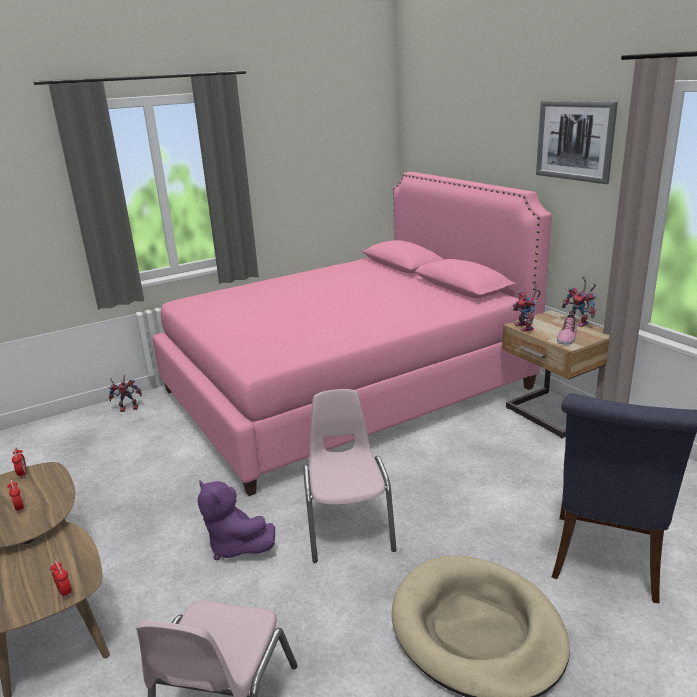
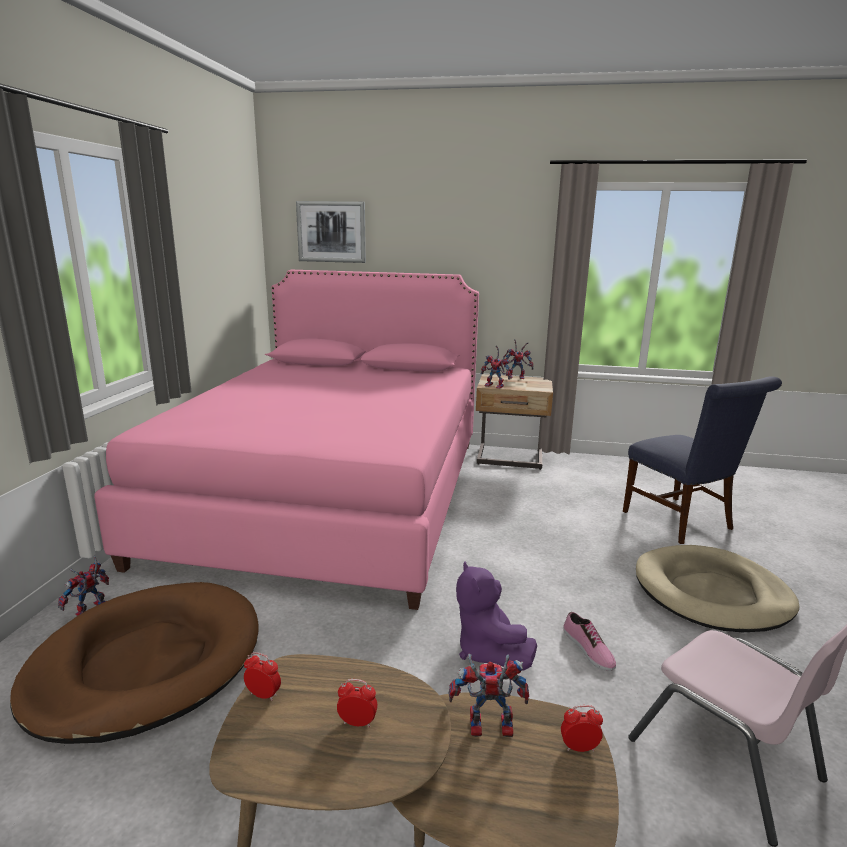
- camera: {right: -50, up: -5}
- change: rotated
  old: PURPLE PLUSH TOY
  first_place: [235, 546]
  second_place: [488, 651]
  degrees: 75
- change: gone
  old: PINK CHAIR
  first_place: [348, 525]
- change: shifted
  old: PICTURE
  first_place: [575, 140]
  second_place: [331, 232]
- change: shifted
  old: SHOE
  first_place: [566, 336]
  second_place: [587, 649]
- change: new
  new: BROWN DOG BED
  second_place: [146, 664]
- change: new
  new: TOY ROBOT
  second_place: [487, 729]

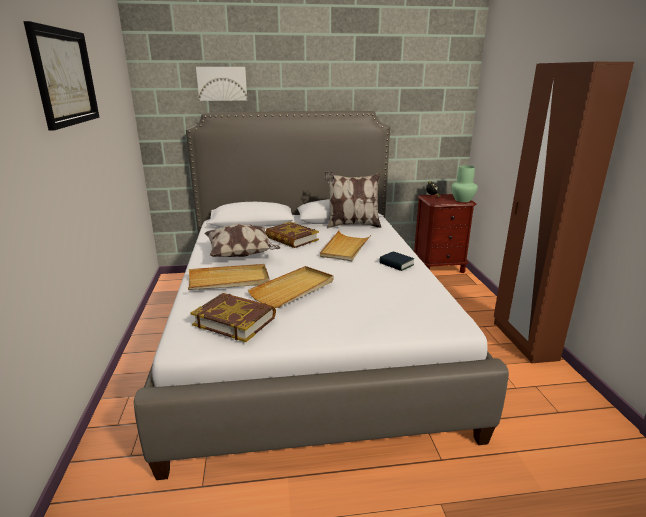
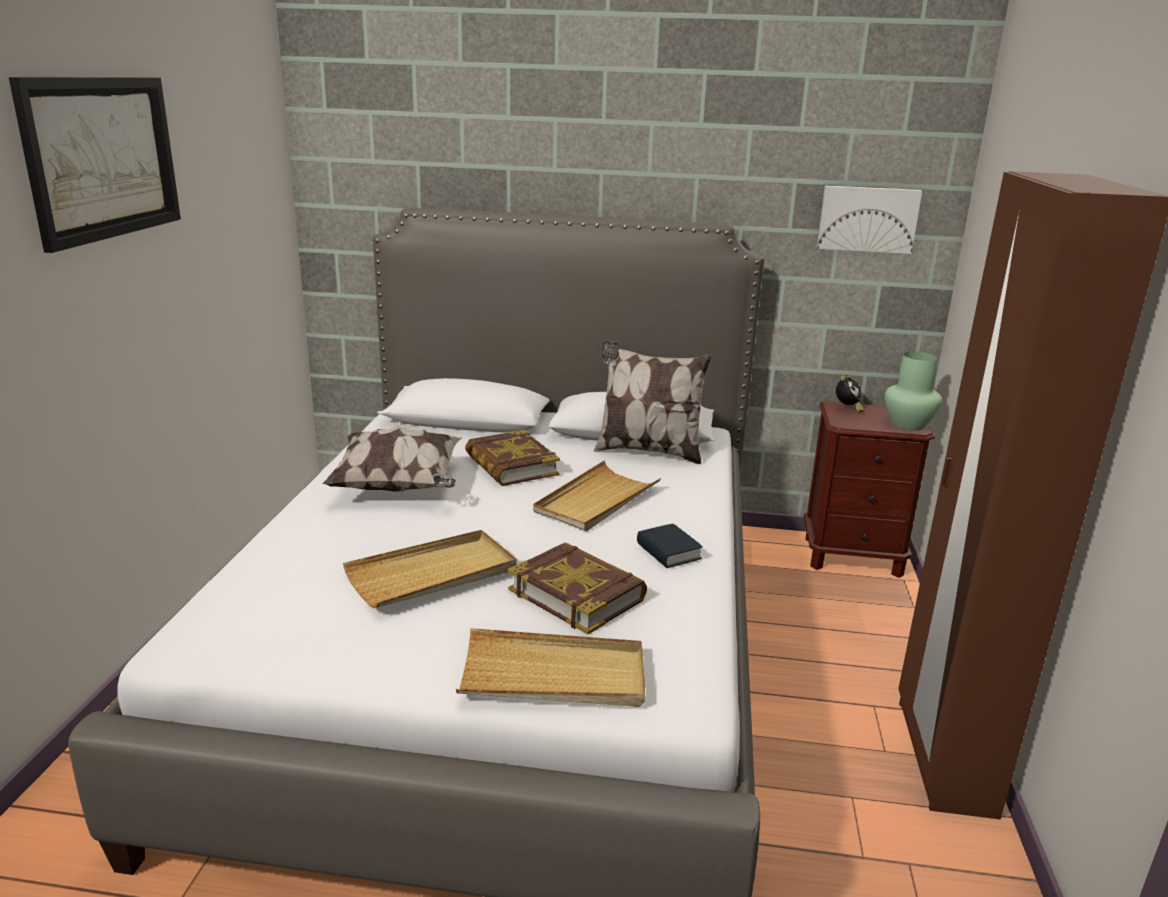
- camera: {right: 15, up: 0}
- change: shifted
  old: BEIGE TRAY
  first_place: [229, 280]
  second_place: [553, 675]
- change: shifted
  old: BOOK
  first_place: [235, 321]
  second_place: [577, 594]
- change: shifted
  old: PICTURE
  first_place: [222, 83]
  second_place: [867, 219]

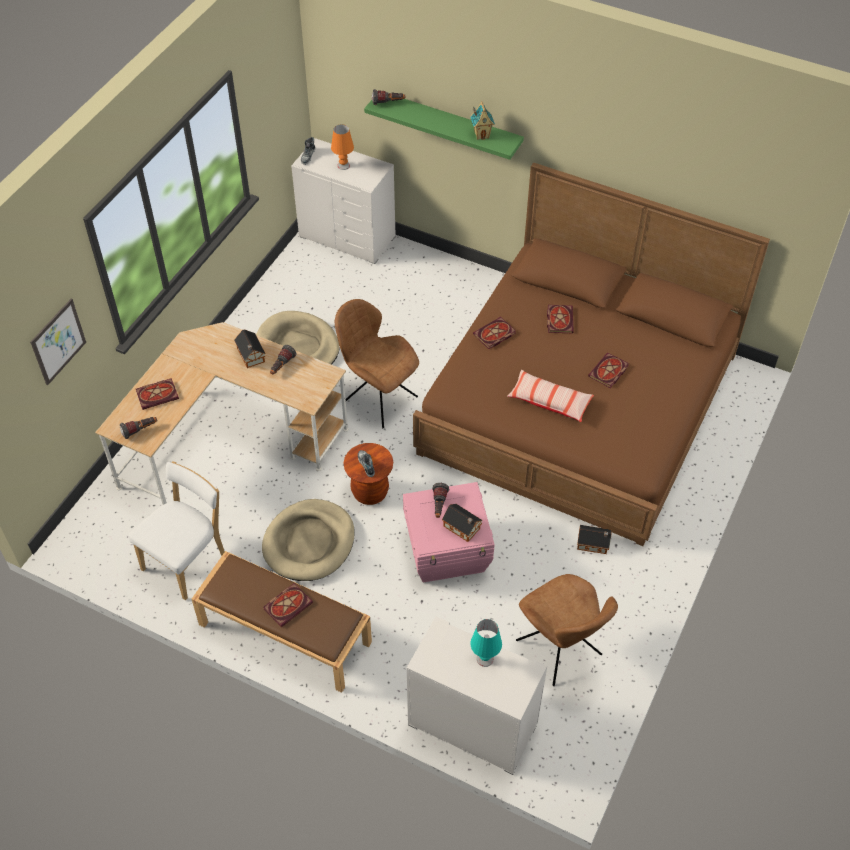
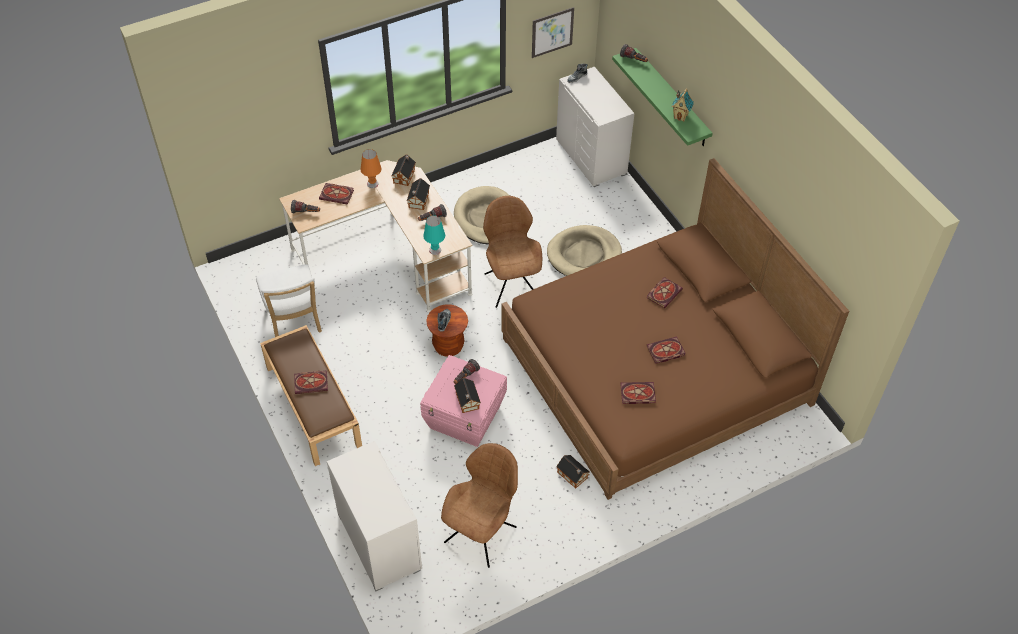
- camera: {right: 35, up: 0}
- change: shifted
  old: PICTURE
  first_place: [58, 341]
  second_place: [552, 32]
- change: rotated
  old: WHITE CHAIR
  first_place: [187, 560]
  second_place: [294, 322]
  degrees: 90
- change: shifted
  old: BEIGE DOG BED
  first_place: [309, 543]
  second_place: [584, 255]
- change: shifted
  old: ORANGE TABLE LAMP
  first_place: [343, 165]
  second_place: [372, 184]
- change: shifted
  old: TURQUOISE TABLE LAMP
  first_place: [485, 658]
  second_place: [435, 250]
- change: shifted
  old: BOOK
  first_place: [494, 335]
  second_place: [637, 394]
- change: gone
  old: PILLOW
  first_place: [549, 401]
- change: rotated
  old: BROWN CHAIR
  first_place: [560, 650]
  second_place: [482, 532]
  degrees: -150
- change: new
  new: TOY HOUSE
  second_place: [404, 175]

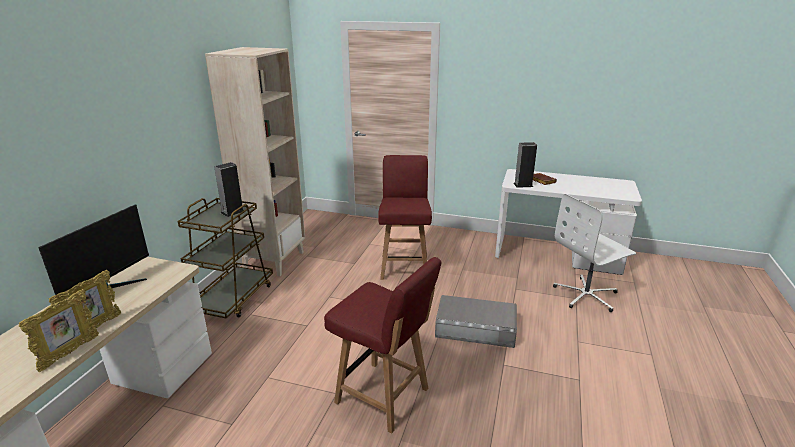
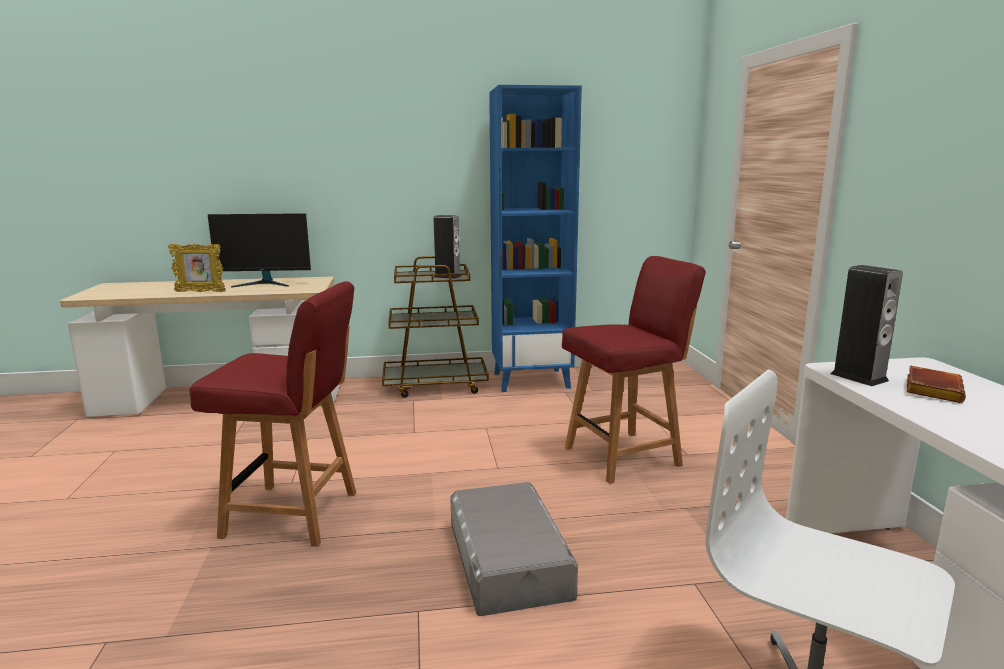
- camera: {right: 65, up: -10}
- change: gone
  old: PICTURE FRAME
  first_place: [69, 353]
- change: repainted
  old: BEIGE BOOKCASE
  new: BLUE BOOKCASE
  first_place: [274, 260]
  second_place: [531, 380]
- change: rotated
  old: RED CHAIR
  first_place: [384, 396]
  second_place: [294, 514]
  degrees: -90

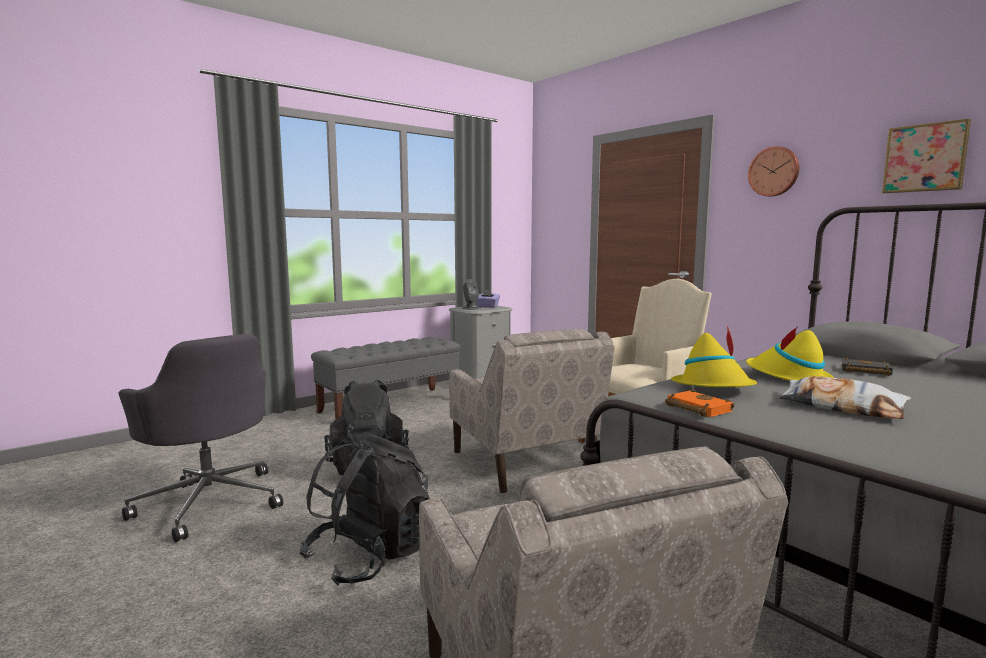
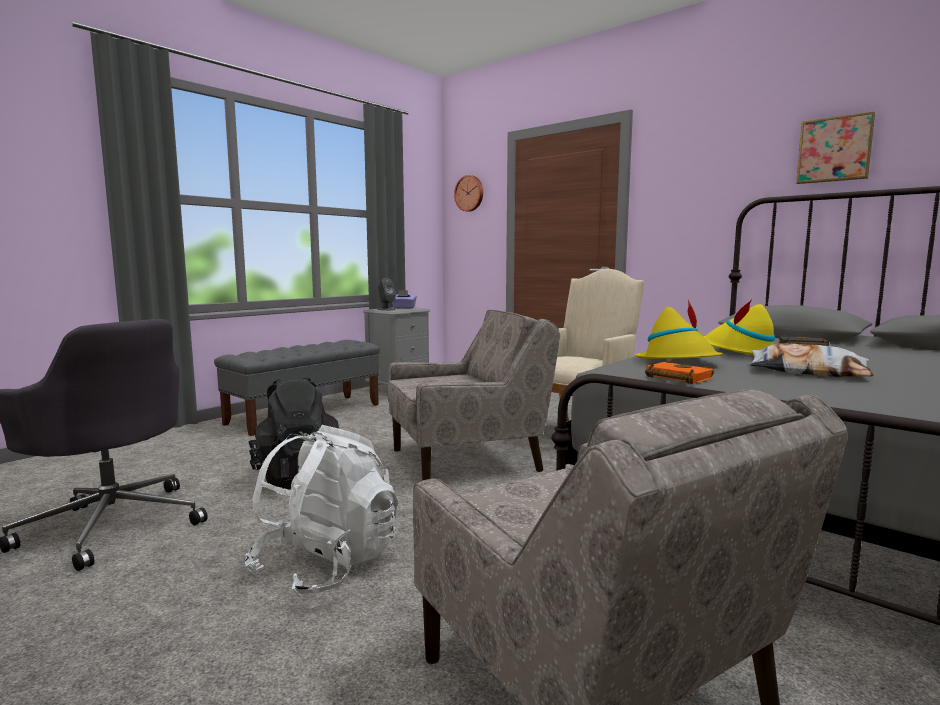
- camera: {right: -10, up: 0}
- change: repainted
  old: BLACK BACKPACK
  new: WHITE BACKPACK
  first_place: [370, 557]
  second_place: [327, 565]
- change: rotated
  old: BEIGE ARMCHAIR
  first_place: [524, 462]
  second_place: [467, 460]
  degrees: -75
- change: shifted
  old: WALL CLOCK
  first_place: [774, 171]
  second_place: [469, 193]

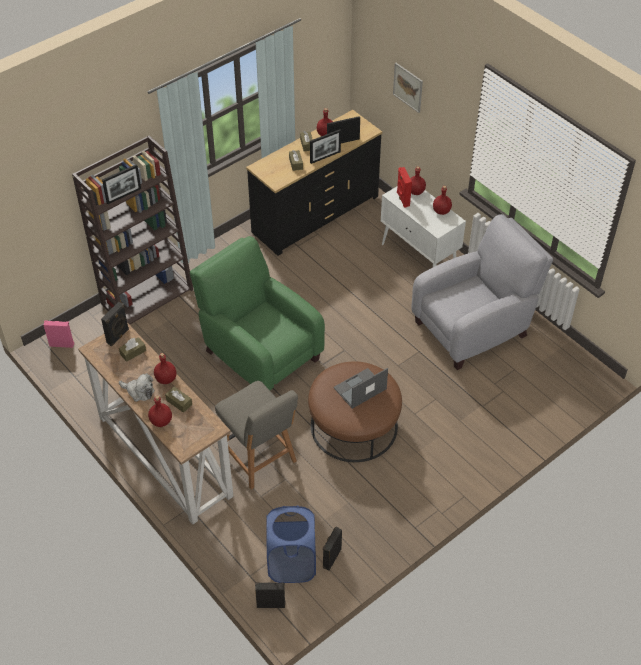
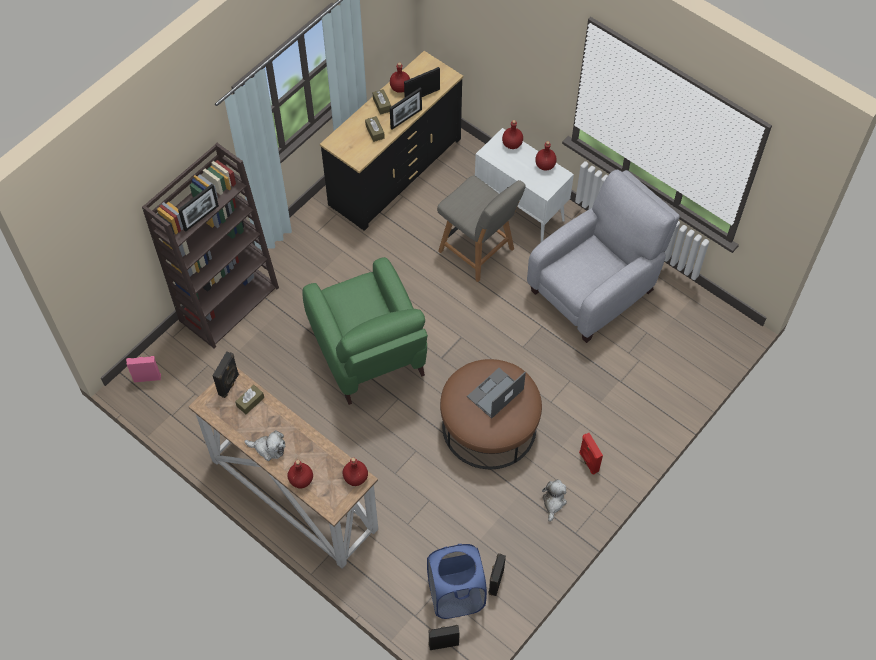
- camera: {right: -10, up: 10}
- change: shifted
  old: RED BOTTLE
  first_place: [166, 378]
  second_place: [355, 477]
- change: gone
  old: BROWN TISSUE BOX
  first_place: [179, 402]
- change: rotated
  old: GREEN ARMCHAIR
  first_place: [259, 353]
  second_place: [369, 354]
  degrees: -150
- change: shifted
  old: GREY CHAIR
  first_place: [260, 459]
  second_place: [478, 251]
- change: gone
  old: PICTURE
  first_place: [408, 87]
- change: shifted
  old: RED SPEAKER
  first_place: [402, 199]
  second_place: [588, 462]
- change: new
  new: PLUSH TOY
  second_place: [553, 502]

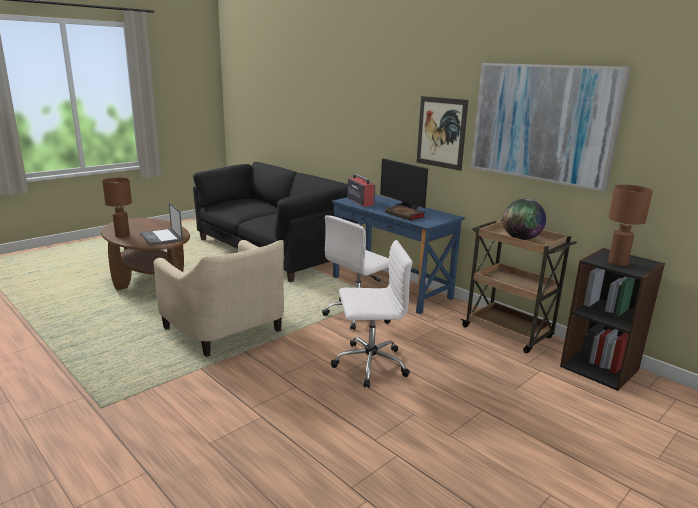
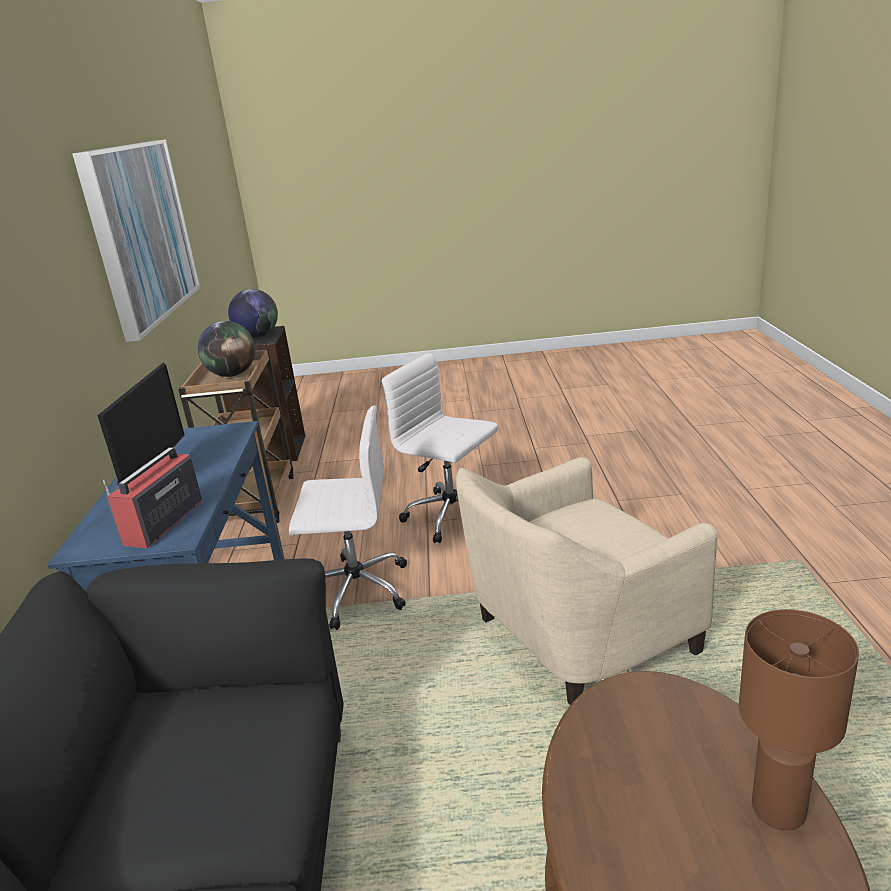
- camera: {right: -135, up: 5}
- change: gone
  old: LAPTOP
  first_place: [161, 237]
- change: rotated
  old: BEIGE ARMCHAIR
  first_place: [227, 330]
  second_place: [577, 634]
  degrees: -120
- change: gone
  old: BOOK
  first_place: [405, 215]
- change: gone
  old: PICTURE
  first_place: [441, 132]
- change: swapped
  old: BROWN TABLE LAMP
  new: GLOBE
  first_place: [617, 263]
  second_place: [257, 336]

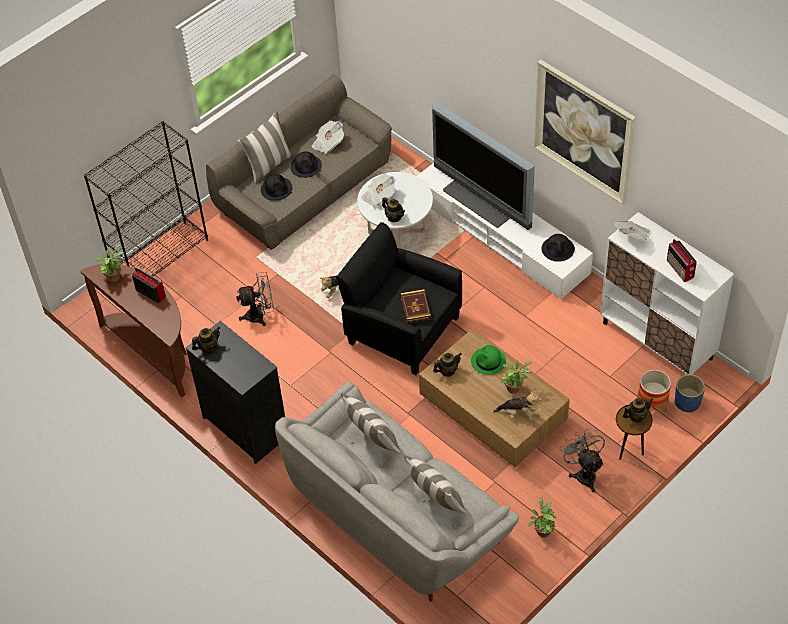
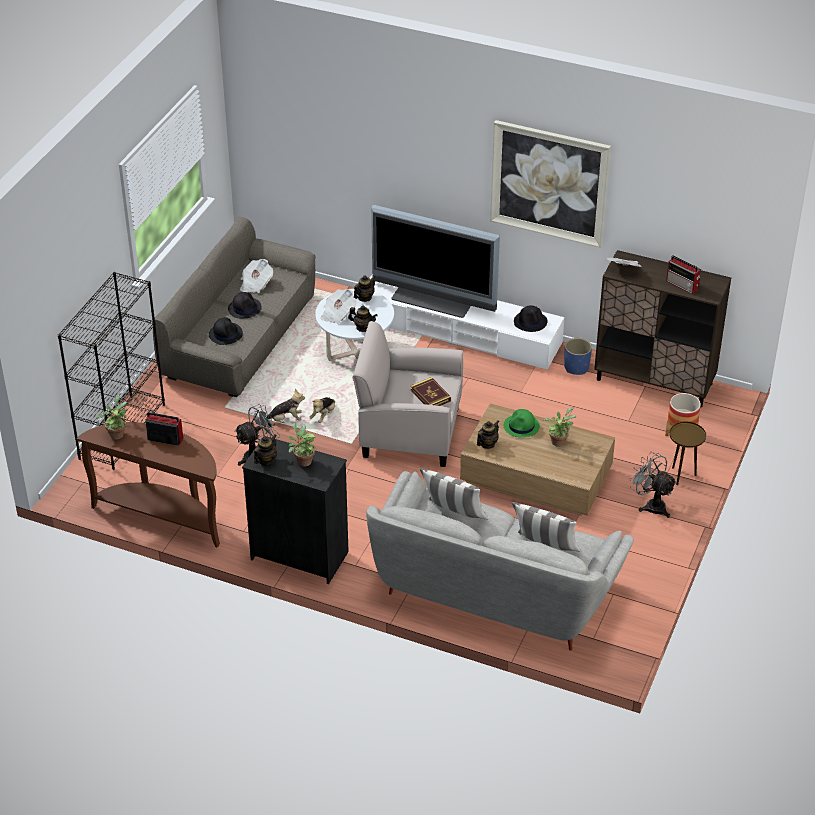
- camera: {right: -25, up: -10}
- change: gone
  old: PILLOW
  first_place: [268, 165]
- change: repainted
  old: BLACK ARMCHAIR
  new: BEIGE ARMCHAIR
  first_place: [402, 329]
  second_place: [409, 432]
- change: shifted
  old: PLUSH TOY
  first_place: [518, 414]
  second_place: [285, 420]
- change: shifted
  old: POTTED PLANT
  first_place: [542, 530]
  second_place: [302, 461]
- change: repainted
  old: WHITE CABINET
  new: BROWN CABINET
  first_place: [657, 341]
  second_place: [654, 381]
- change: shifted
  old: TEAPOT
  first_place: [636, 416]
  second_place: [364, 298]
- change: shifted
  old: BLUE PLANTER
  first_place: [687, 402]
  second_place: [576, 367]

